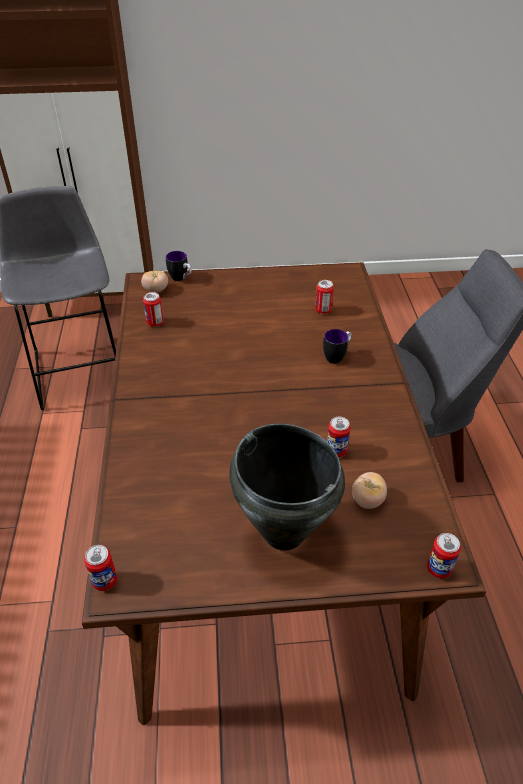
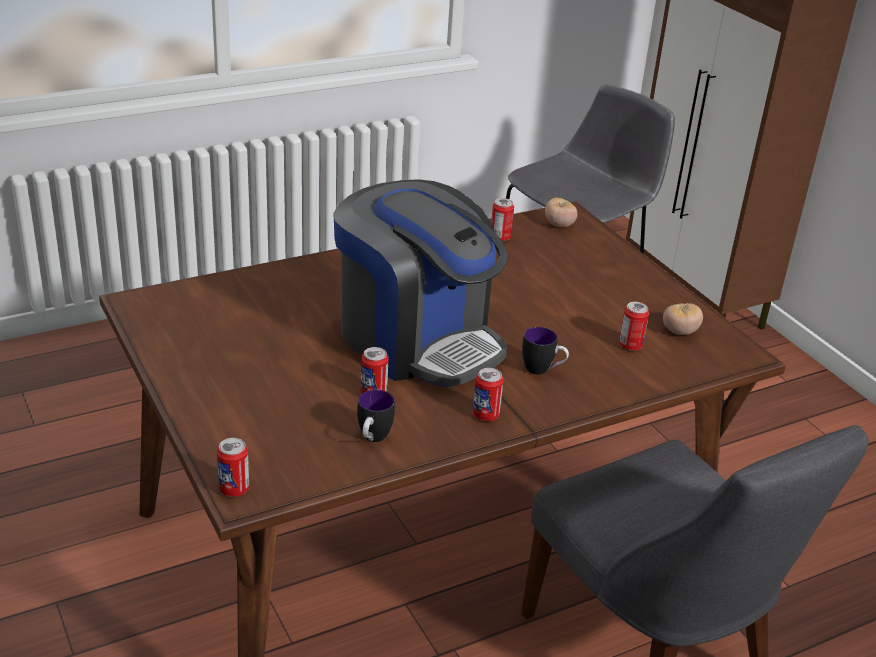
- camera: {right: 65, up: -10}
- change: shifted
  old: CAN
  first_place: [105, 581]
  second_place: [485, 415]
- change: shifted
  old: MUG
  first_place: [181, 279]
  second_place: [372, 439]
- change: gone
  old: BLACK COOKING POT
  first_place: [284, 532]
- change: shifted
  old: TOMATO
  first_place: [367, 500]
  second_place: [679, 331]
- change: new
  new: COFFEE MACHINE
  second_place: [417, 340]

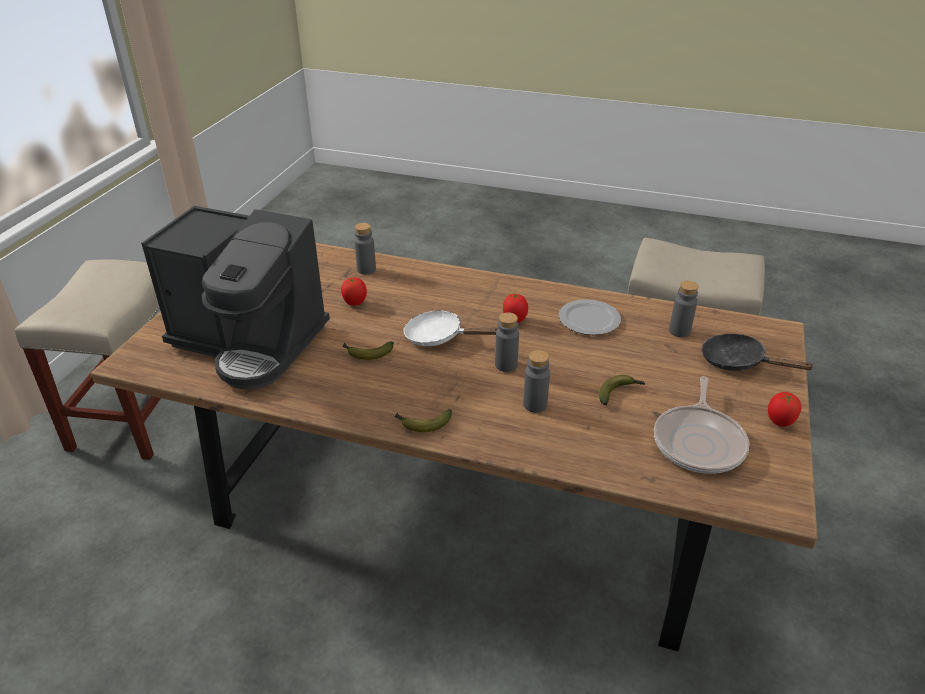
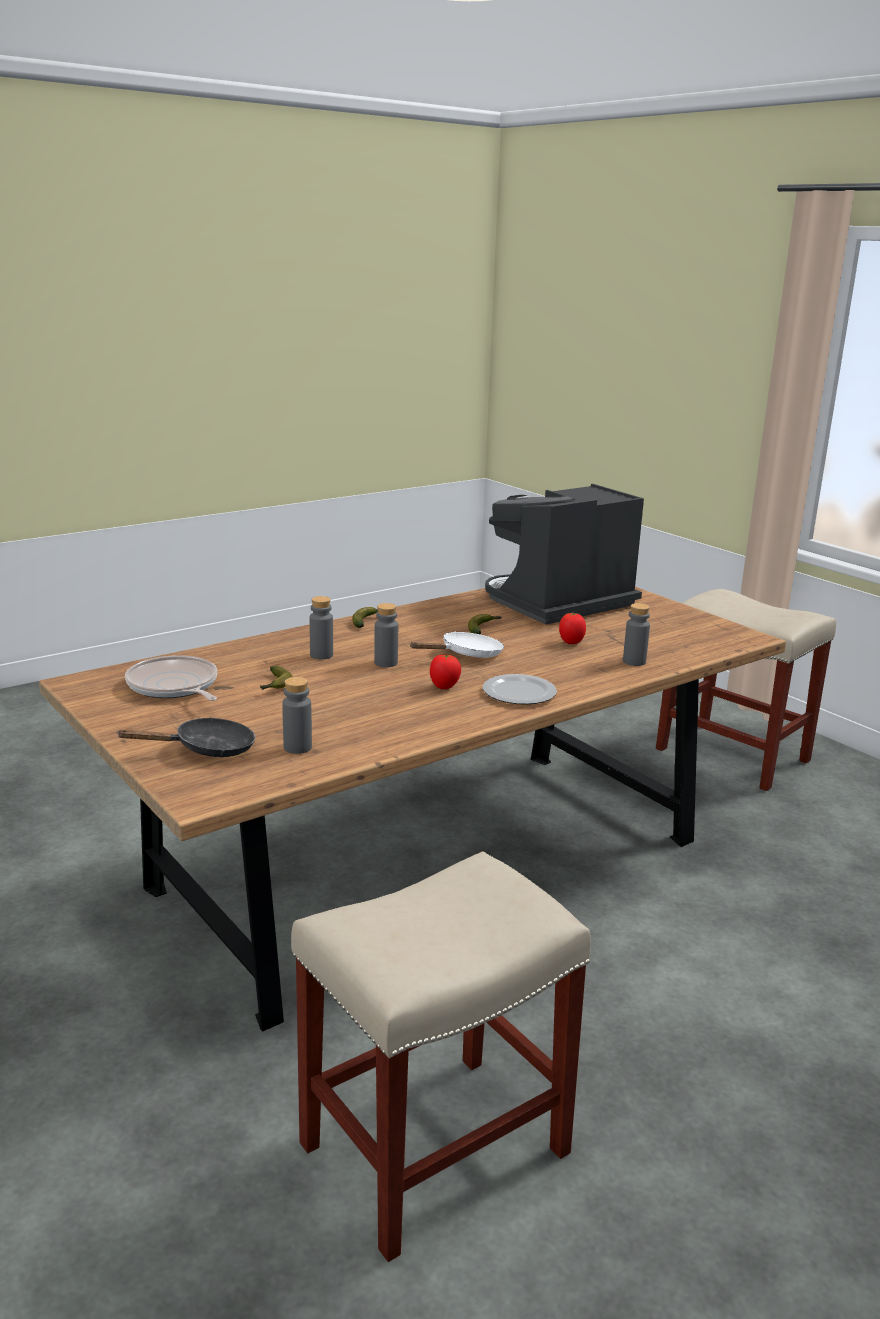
- camera: {right: 125, up: -15}
- change: shifted
  old: PLATE
  first_place: [589, 320]
  second_place: [518, 692]
- change: gone
  old: TOMATO
  first_place: [779, 422]

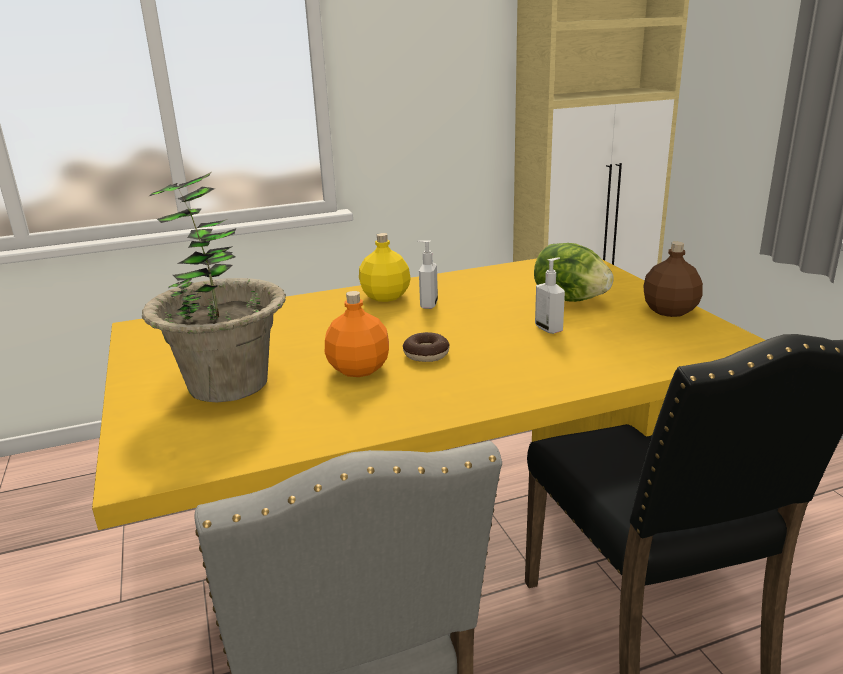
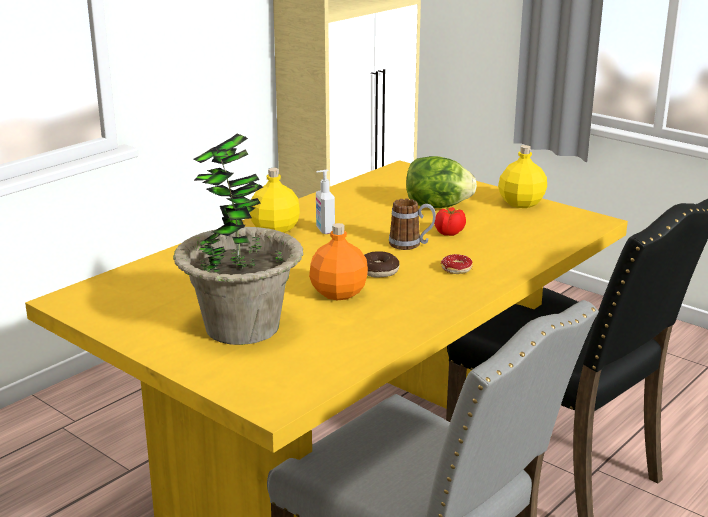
- camera: {right: -30, up: 0}
- change: swapped
  old: SOAP DISPENSER
  new: TOMATO
  first_place: [549, 329]
  second_place: [449, 233]
- change: repainted
  old: BROWN BOTTLE
  new: YELLOW BOTTLE
  first_place: [670, 311]
  second_place: [522, 203]
- change: new
  new: MUG
  second_place: [411, 244]
- change: new
  new: DONUT
  second_place: [456, 272]

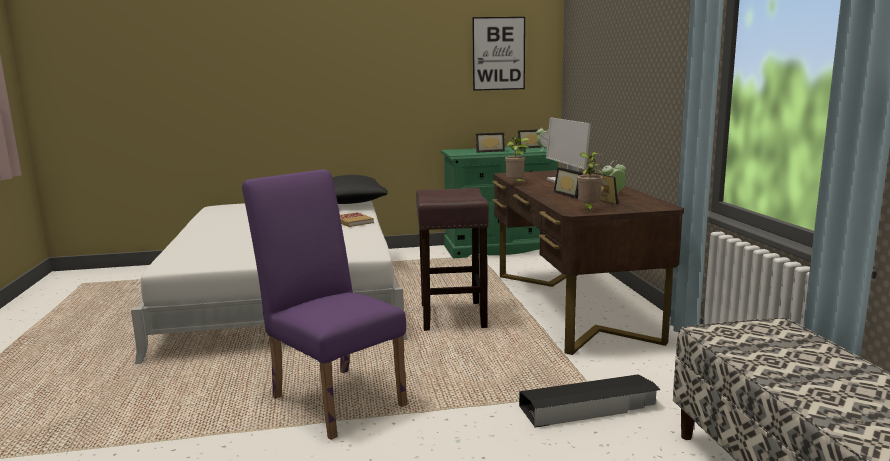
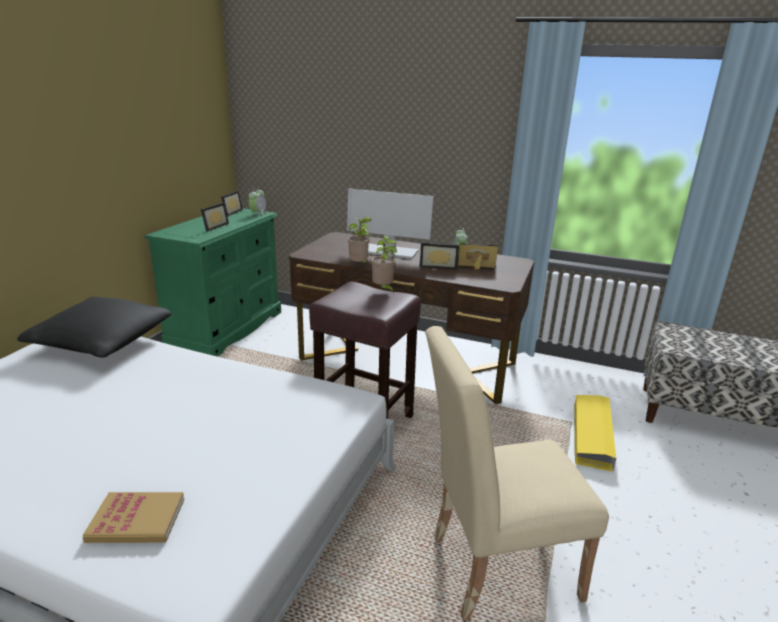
- camera: {right: -60, up: 10}
- change: repainted
  old: PURPLE CHAIR
  new: BEIGE CHAIR
  first_place: [333, 397]
  second_place: [492, 567]
- change: shifted
  old: BOOK
  first_place: [353, 221]
  second_place: [136, 520]
- change: gone
  old: PICTURE
  first_place: [498, 53]
- change: repainted
  old: BLACK STORAGE BOX
  new: YELLOW STORAGE BOX
  first_place: [589, 407]
  second_place: [592, 435]
- change: shifted
  old: POTTED PLANT
  first_place: [588, 209]
  second_place: [383, 290]

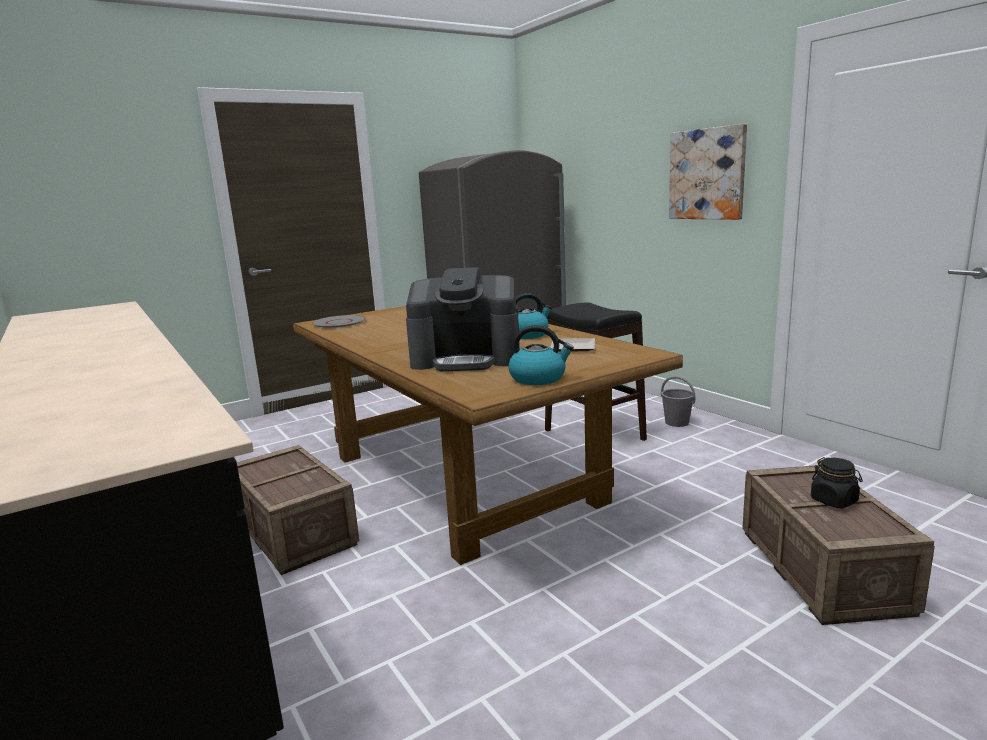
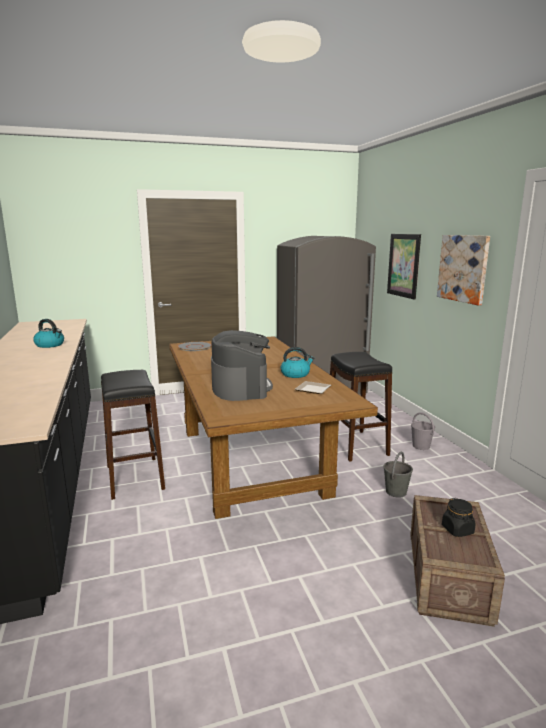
- camera: {right: 15, up: 0}
- change: swapped
  old: CRATE
  new: BLACK STOOL
  first_place: [293, 532]
  second_place: [134, 477]
- change: rotated
  old: COFFEE MACHINE
  first_place: [467, 359]
  second_place: [240, 388]
  degrees: -120
- change: shifted
  old: KETTLE
  first_place: [538, 378]
  second_place: [50, 345]
- change: new
  new: GREY BUCKET
  second_place: [396, 492]
- change: new
  new: PICTURE
  second_place: [403, 265]

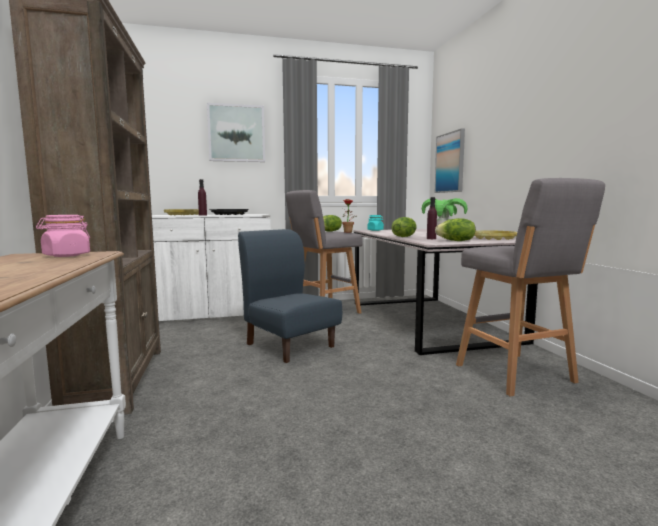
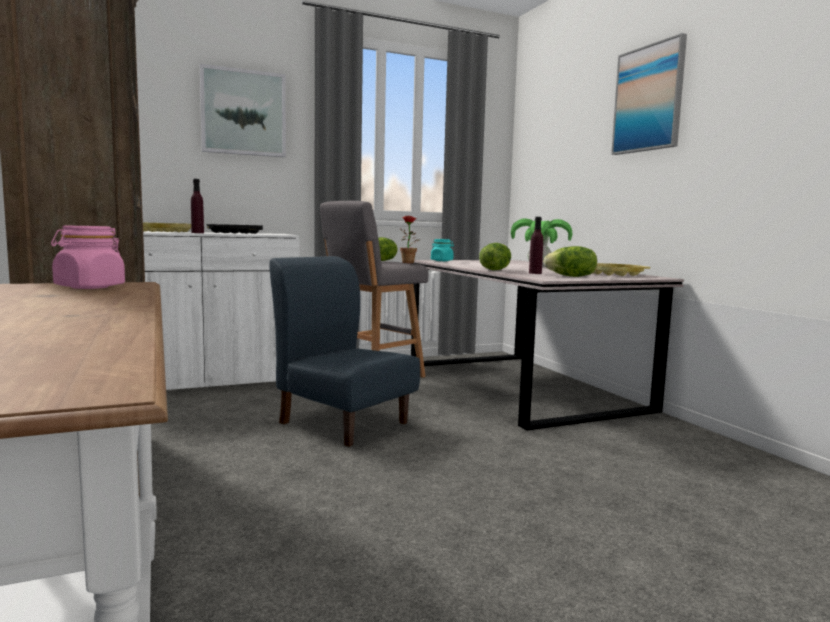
- camera: {right: -10, up: 0}
- change: shifted
  old: PICTURE
  first_place: [450, 162]
  second_place: [648, 99]
- change: gone
  old: GREY STOOL
  first_place: [517, 375]

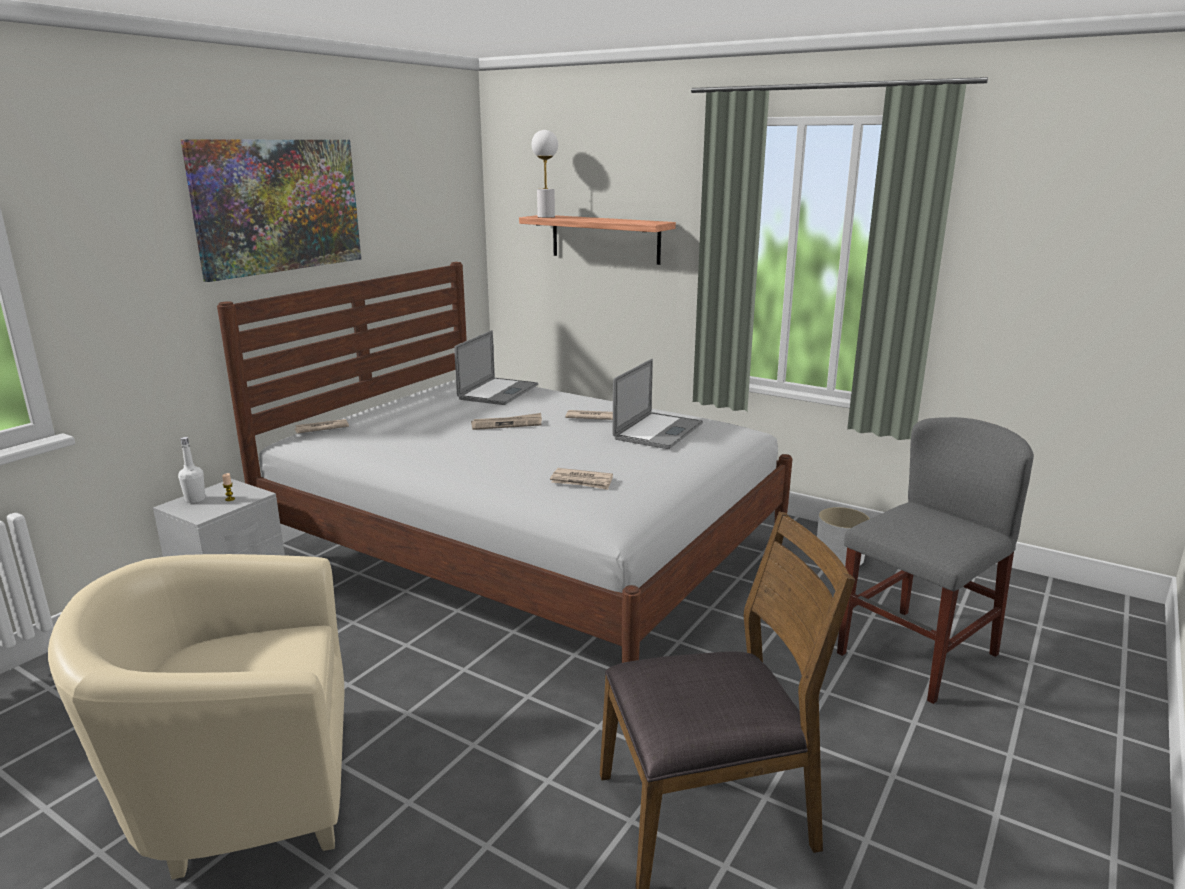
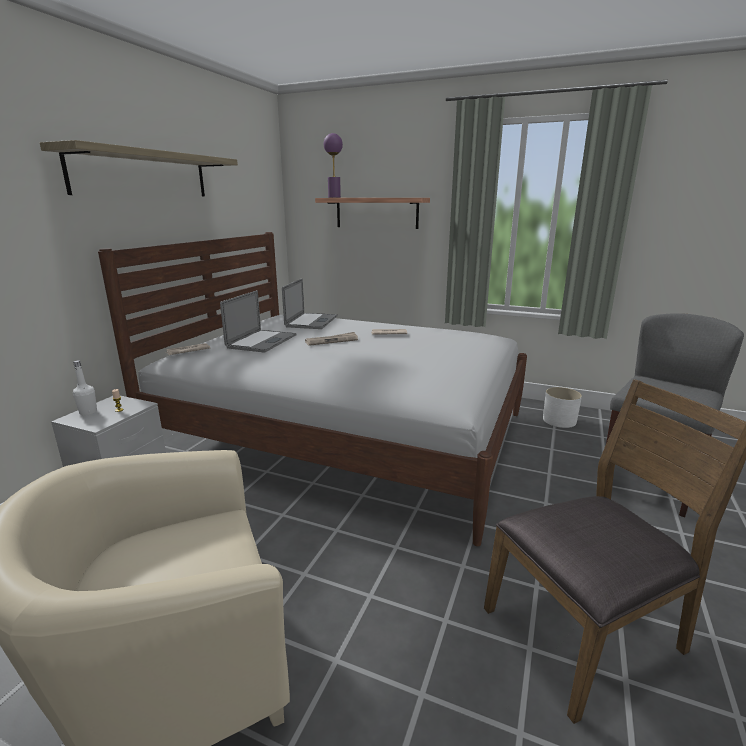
- camera: {right: -10, up: 0}
- change: swapped
  old: PICTURE
  new: SHELF
  first_place: [278, 206]
  second_place: [142, 174]
- change: repainted
  old: WHITE TABLE LAMP
  new: PURPLE TABLE LAMP
  first_place: [546, 216]
  second_place: [334, 197]
- change: gone
  old: NEWSPAPER
  first_place: [582, 481]
- change: shifted
  old: LAPTOP
  first_place: [658, 431]
  second_place: [262, 341]

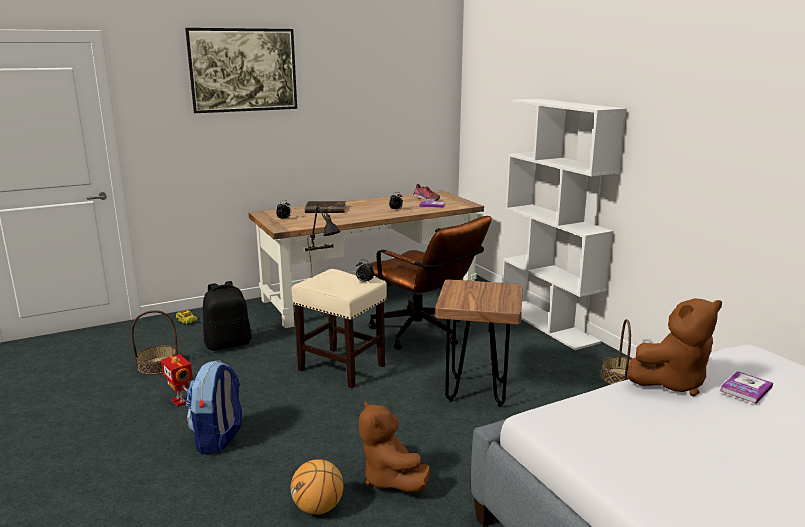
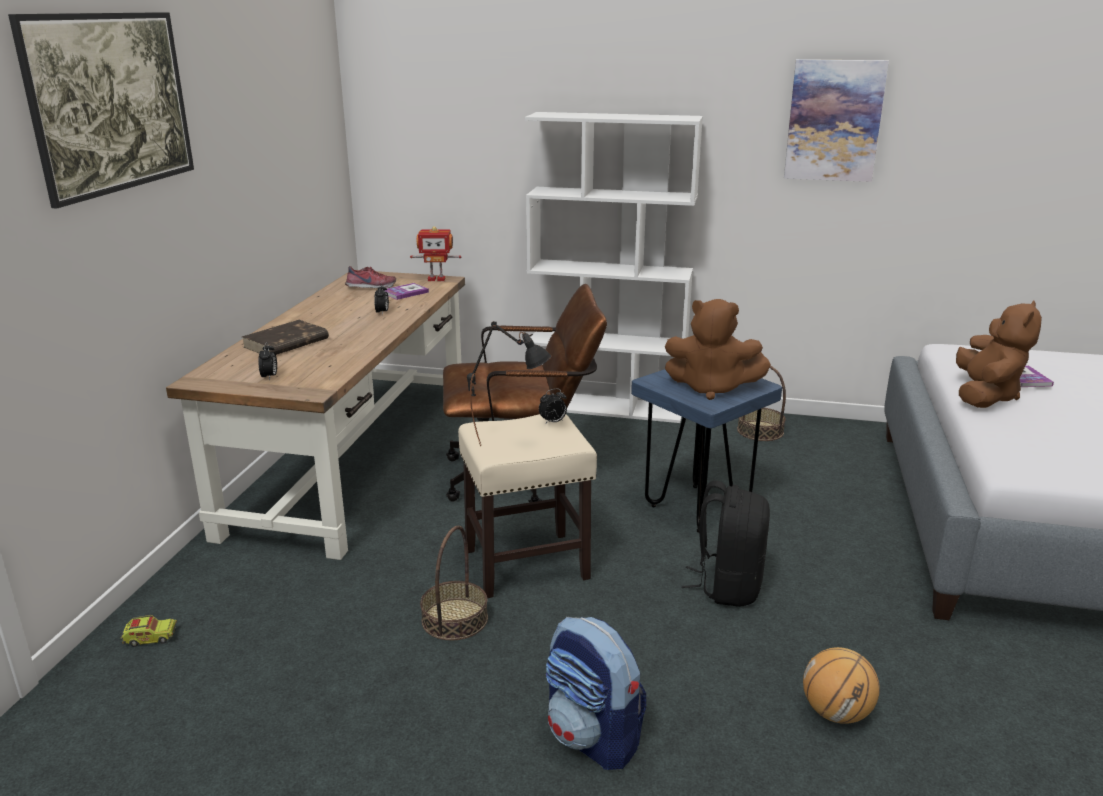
- camera: {right: -50, up: 5}
- change: shifted
  old: BASKET
  first_place: [158, 365]
  second_place: [455, 619]
- change: shifted
  old: TOY ROBOT
  first_place: [180, 401]
  second_place: [436, 279]
- change: shifted
  old: BLACK BACKPACK
  first_place: [228, 344]
  second_place: [727, 586]
- change: shifted
  old: BROWN PLUSH TOY
  first_place: [390, 479]
  second_place: [711, 388]
- change: repainted
  old: BROWN STOOL
  new: BLUE STOOL
  first_place: [476, 391]
  second_place: [697, 508]
- change: new
  new: PICTURE
  second_place: [834, 121]

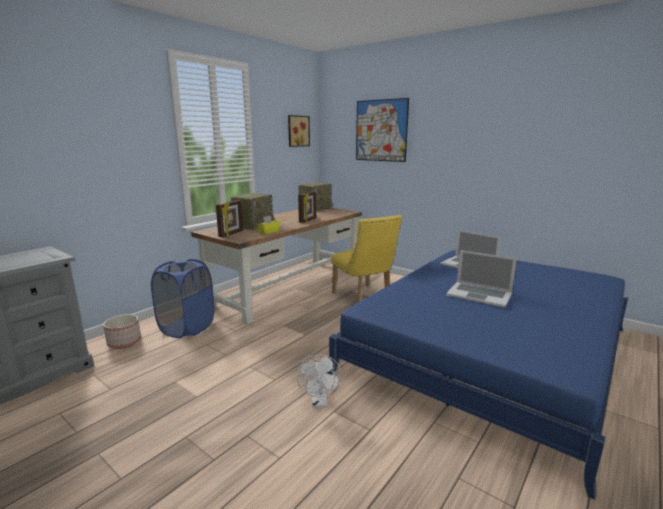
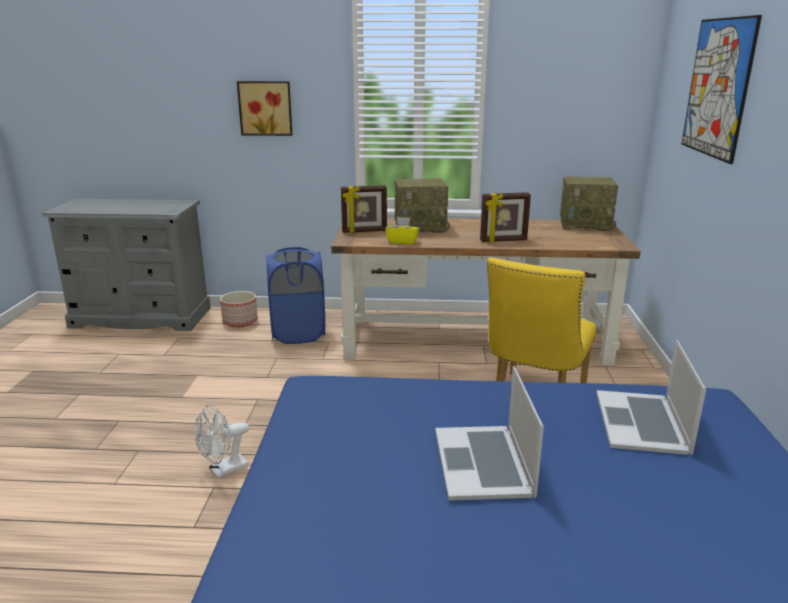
- camera: {right: 55, up: 5}
- change: shifted
  old: PICTURE
  first_place: [297, 131]
  second_place: [265, 108]

